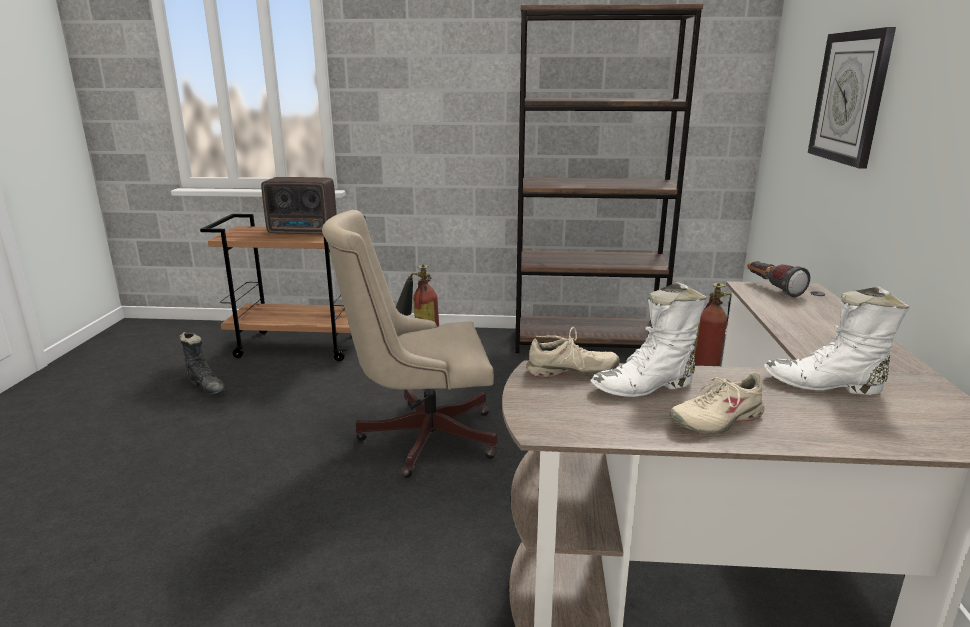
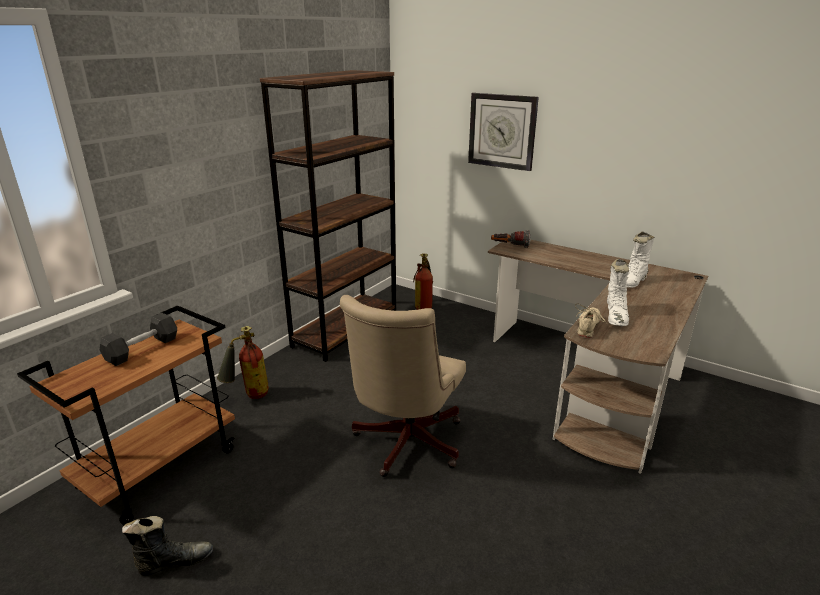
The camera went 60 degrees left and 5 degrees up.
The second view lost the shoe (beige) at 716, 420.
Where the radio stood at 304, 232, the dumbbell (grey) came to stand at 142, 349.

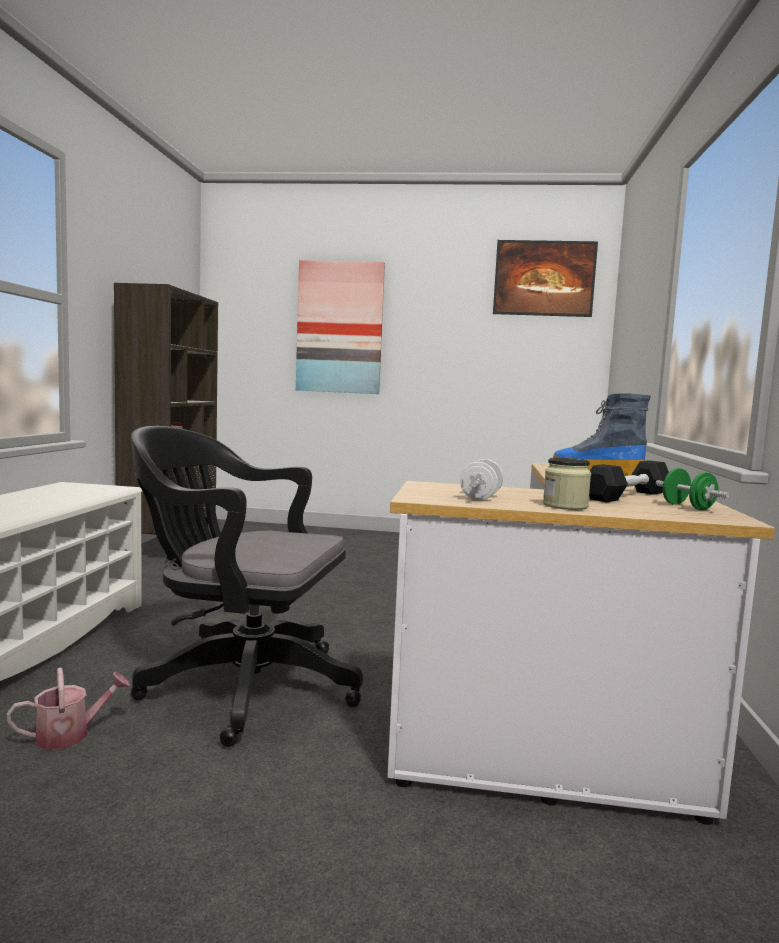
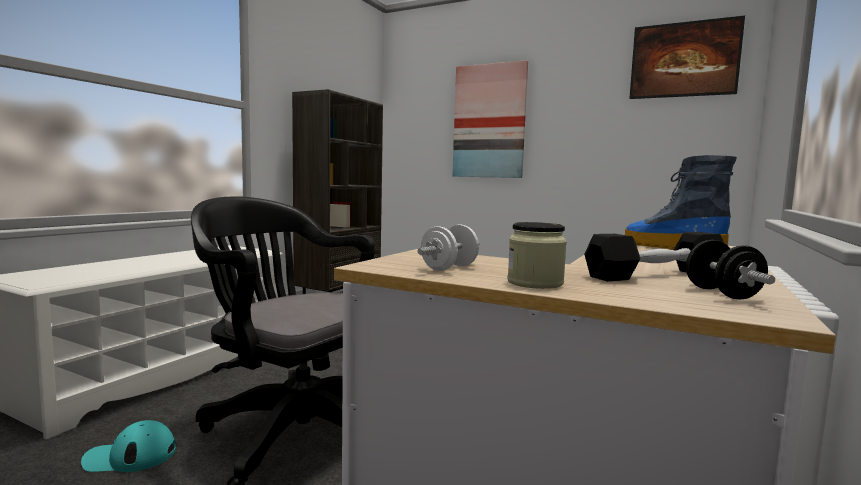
The camera went 20 degrees right and 0 degrees up.
Where the watering can stood at 70, 735, the cap (turquoise) came to stand at 130, 456.
What was the dumbbell (green) at 688, 507 turned into the dumbbell (black) at 722, 294.

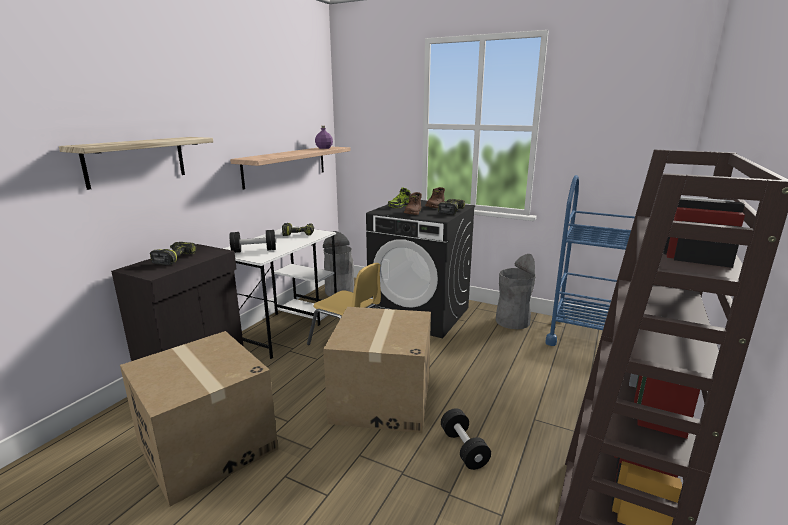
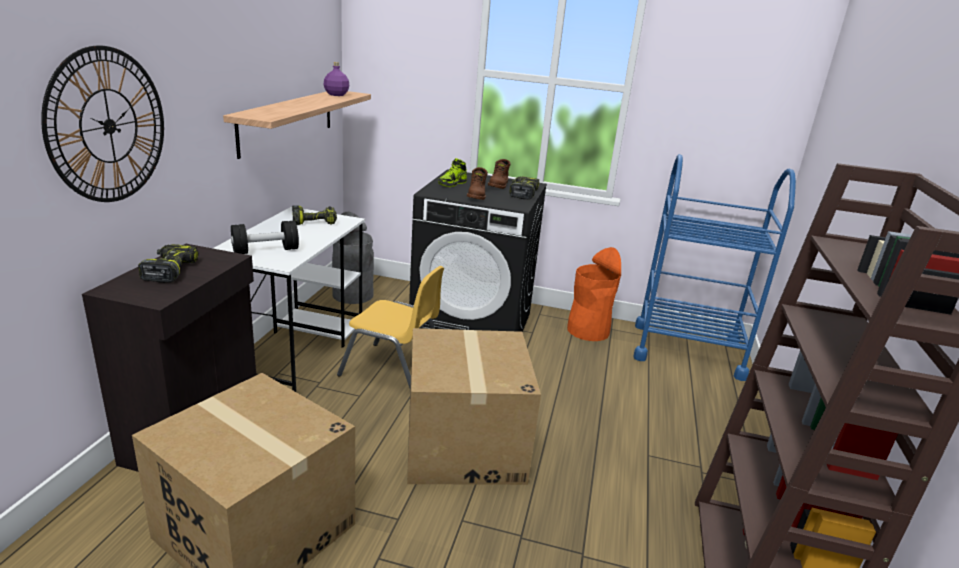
The camera went 15 degrees left and 5 degrees up.
The second view lost the dumbbell (black) at 464, 448.
Where the shelf hung at 136, 161, the wall clock came to hang at 109, 126.
What was the trash can (grey) at 512, 321 turned into the trash can (orange) at 588, 330.

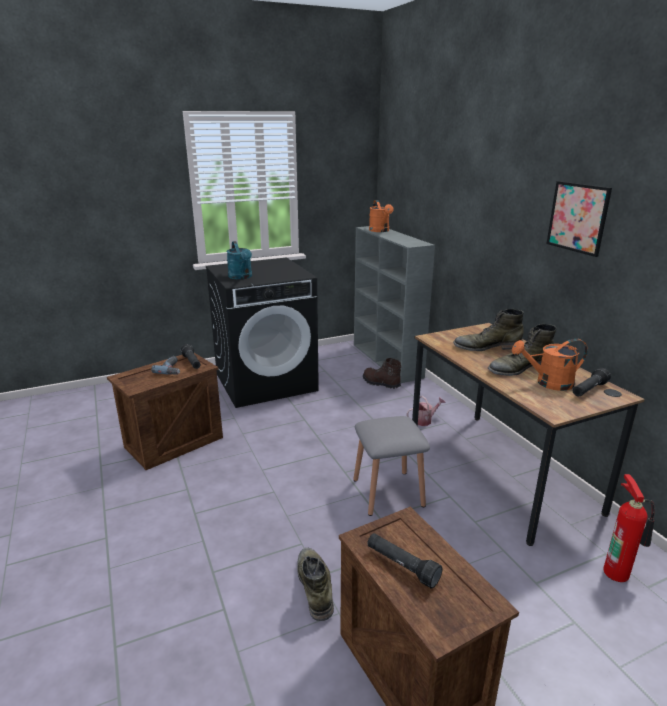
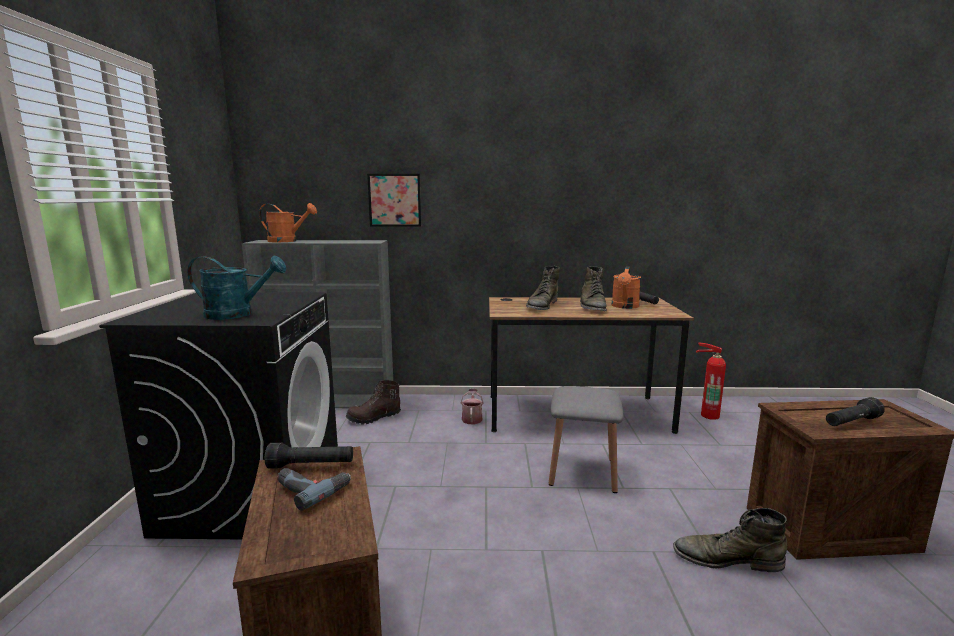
The camera went 65 degrees left and 10 degrees down.
The picture ended up elsewhere, having gone from 578, 217 to 394, 200.

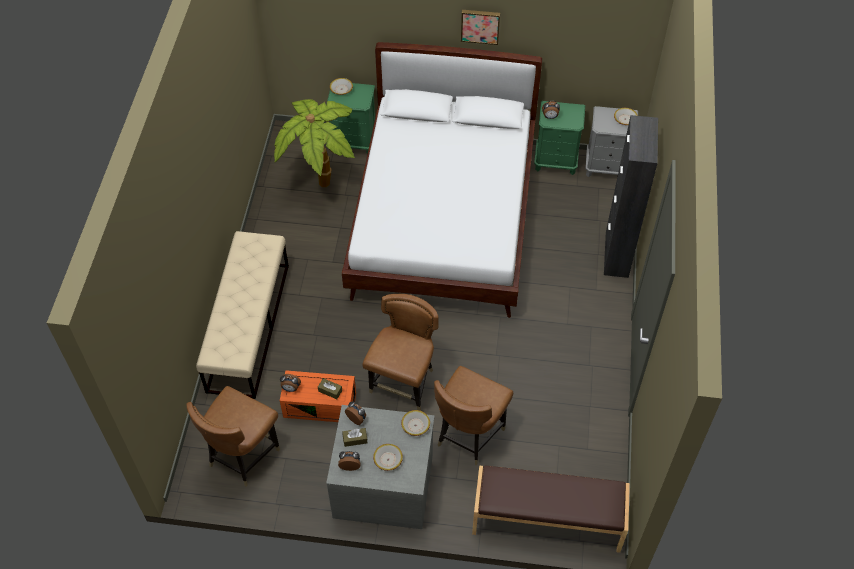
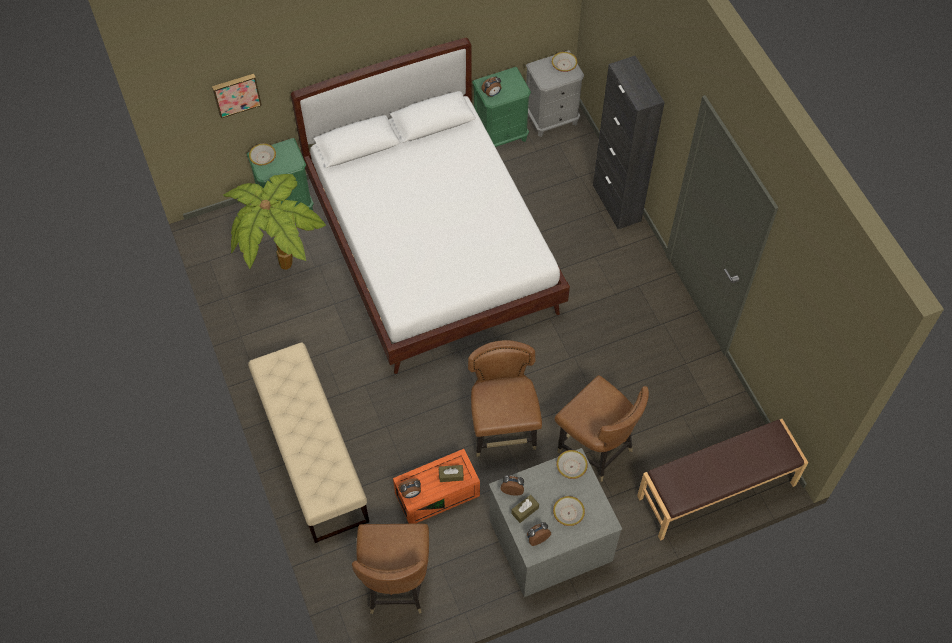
The camera went 30 degrees left and 5 degrees up.
The picture ended up elsewhere, having gone from 480, 25 to 236, 94.
The chair (brown) at 468, 435 ended up facing another way, 45 degrees counterclockwise from before.

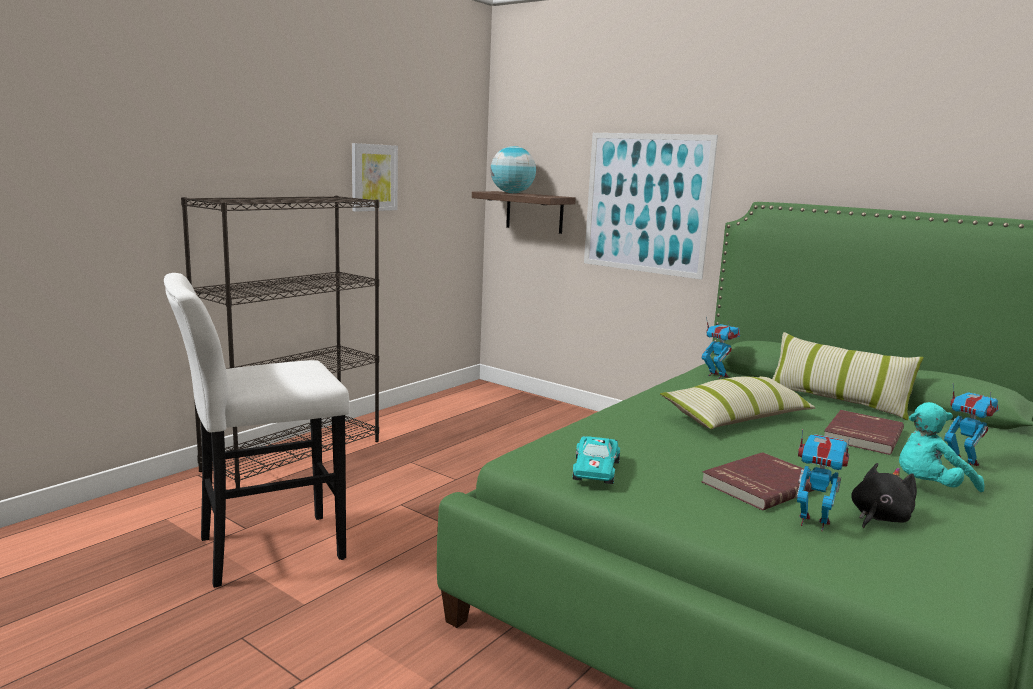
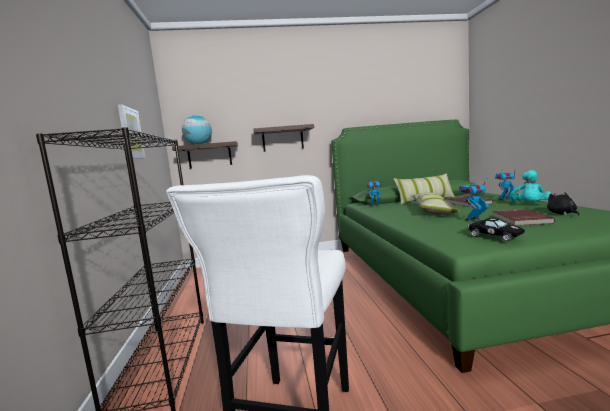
The camera went 45 degrees left and 5 degrees down.
The toy robot ended up elsewhere, having gone from 813, 523 to 473, 219.
Where the picture hung at 646, 203, the shelf came to hang at 282, 139.
What was the toy car (turquoise) at 595, 469 turned into the toy car (black) at 493, 236.

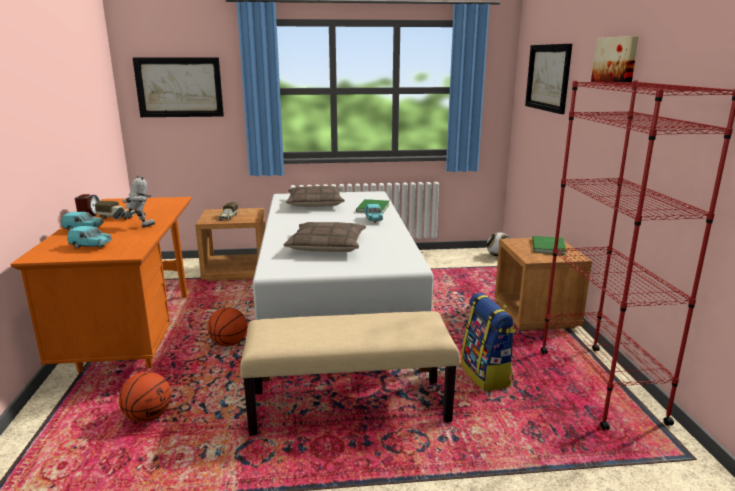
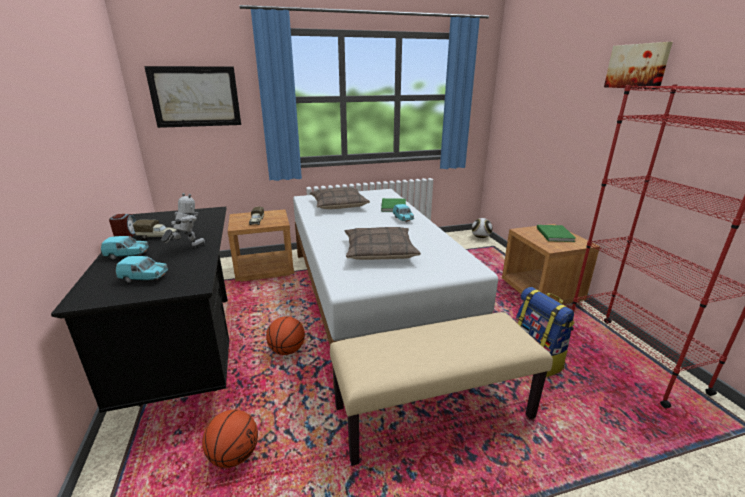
The camera went 10 degrees left and 5 degrees up.
The second view lost the picture at 548, 77.
What was the desk (orange) at 135, 336 turned into the desk (black) at 188, 352.

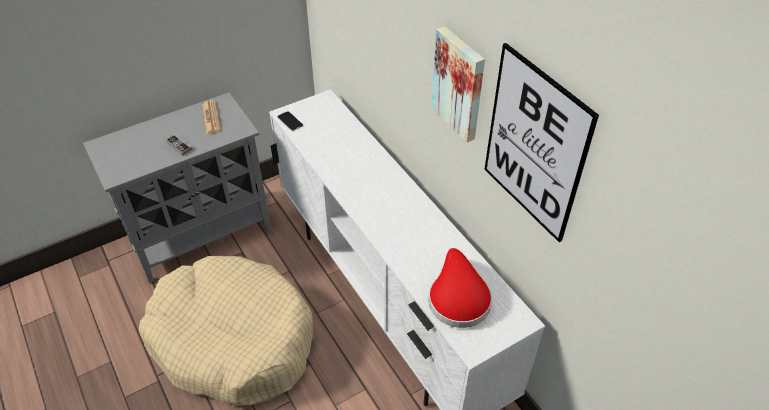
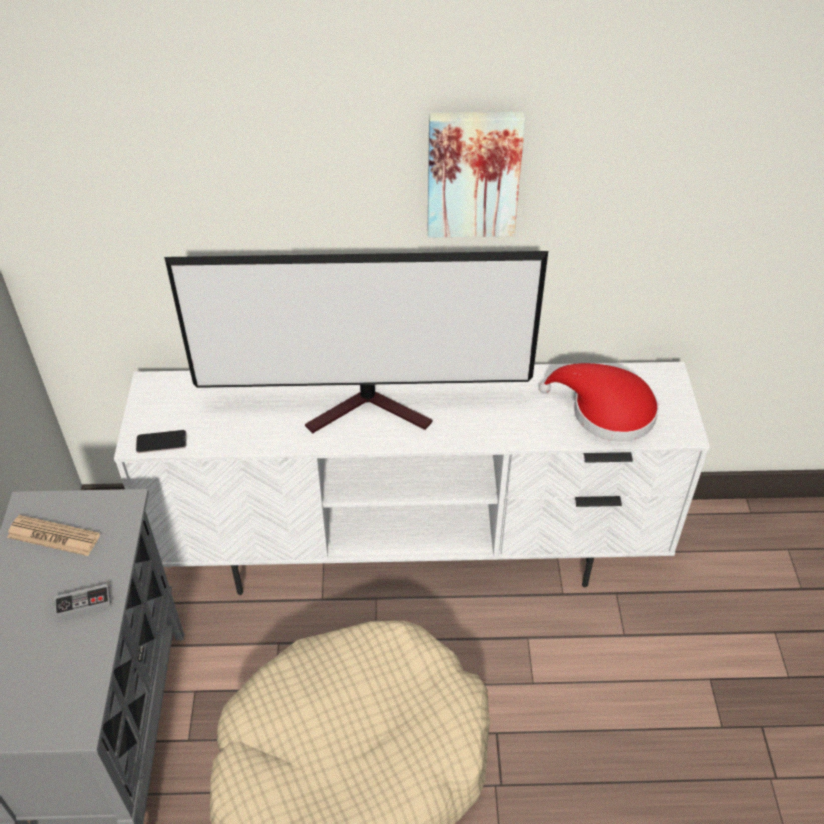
The camera went 60 degrees left and 0 degrees up.
The second view lost the picture at 534, 145.
The second view gained the television at 372, 410.

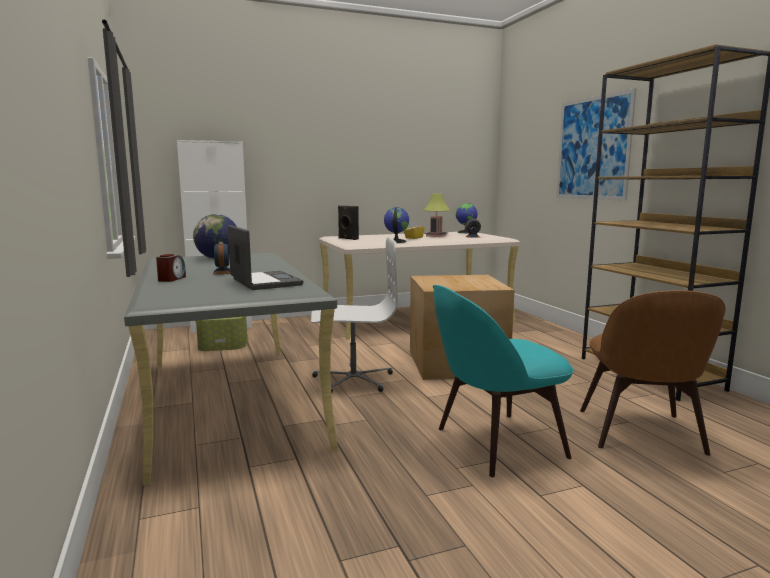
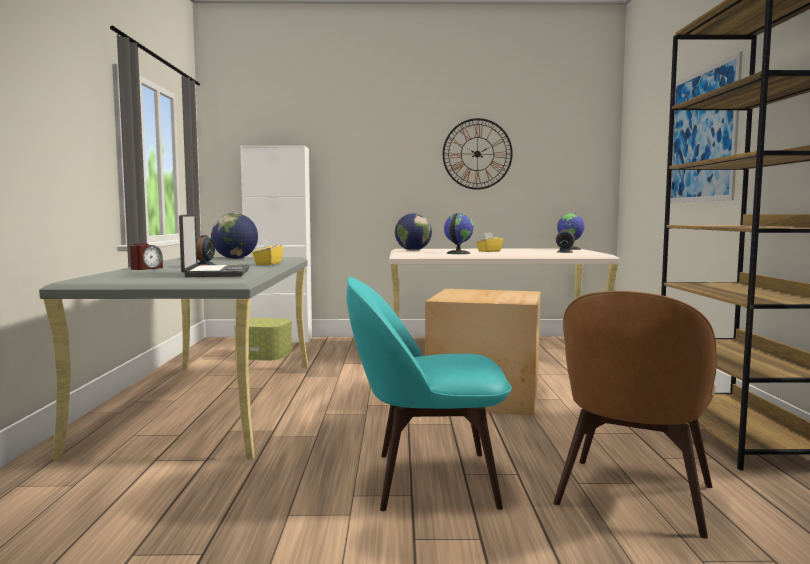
The camera went 20 degrees right and 5 degrees down.
The second view lost the office chair (white) at 353, 379.
The second view lost the table lamp at 436, 236.
The second view gained the tissue box (yellow) at 268, 264.
The second view gained the wall clock at 477, 154.
Where the speaker (black) stood at 347, 239, the globe came to stand at 413, 250.

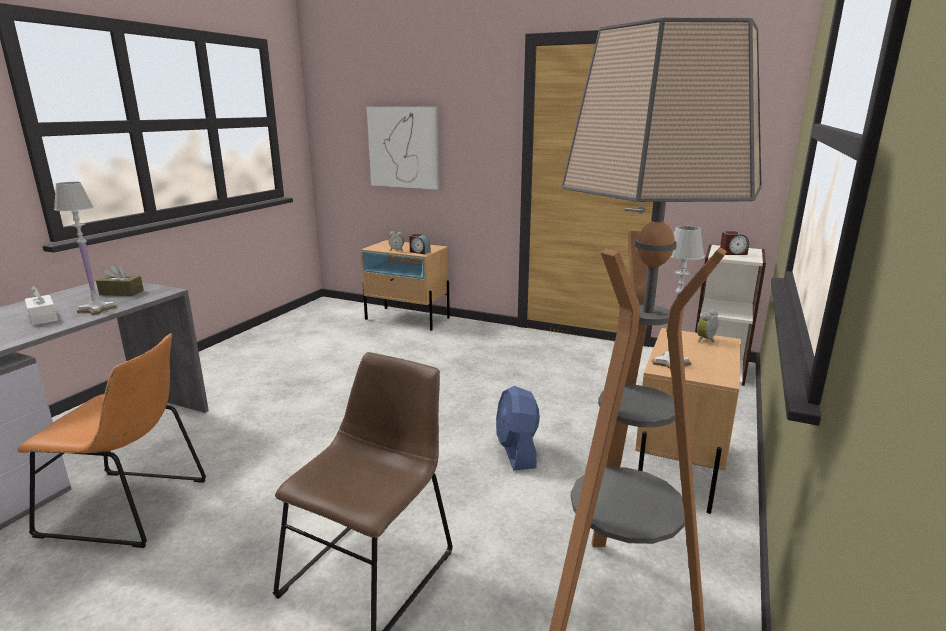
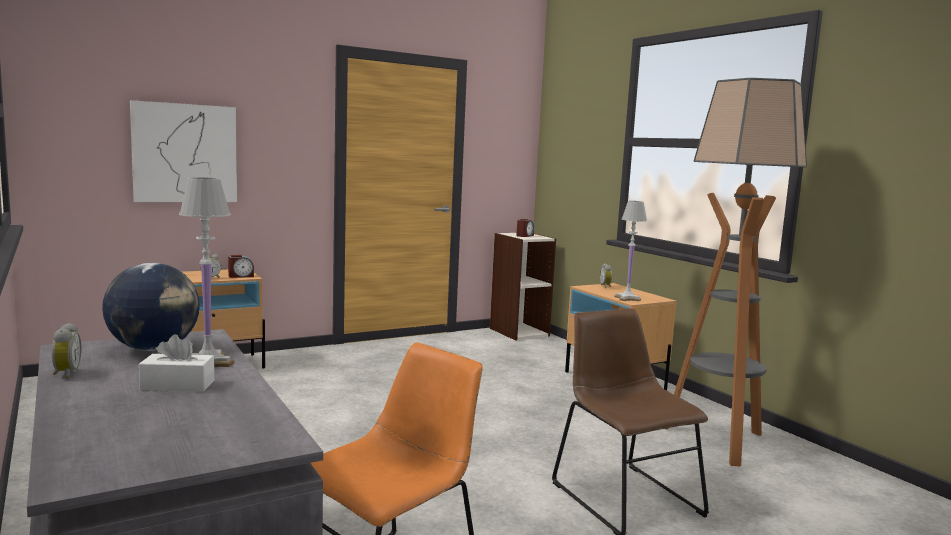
The camera went 55 degrees left and 10 degrees down.
The second view lost the fan (blue) at 516, 451.
The second view gained the alarm clock at 65, 374.
Where the tissue box (brown) stood at 121, 292, the globe came to stand at 154, 348.

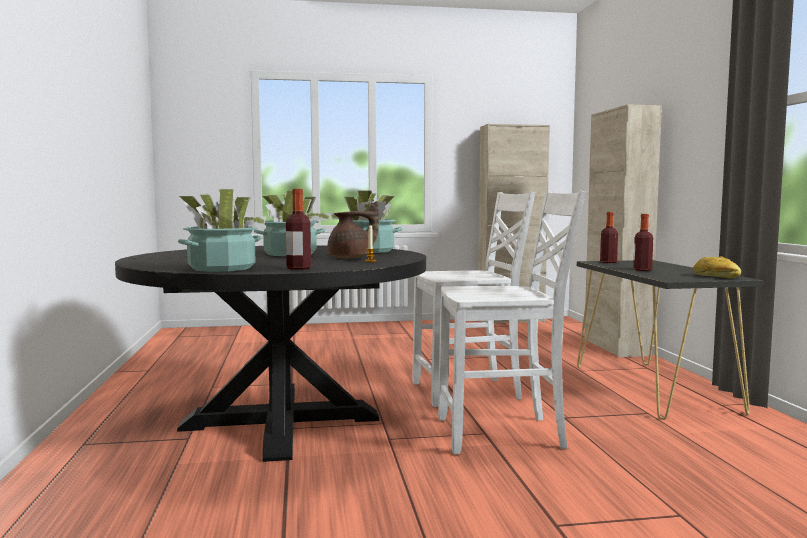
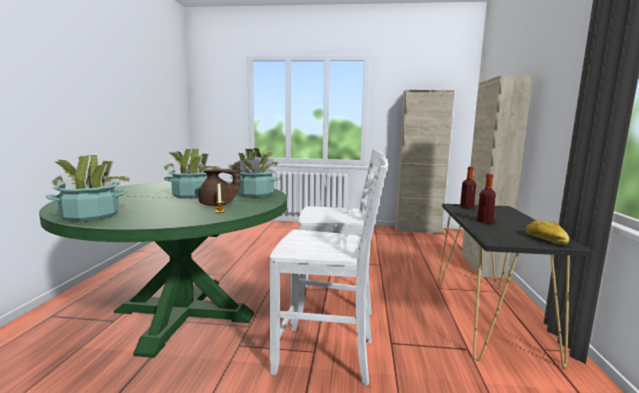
The camera went 15 degrees right and 5 degrees up.
The second view lost the bottle at 299, 268.
What was the dining table (black) at 281, 421 turned into the dining table (green) at 184, 313.

